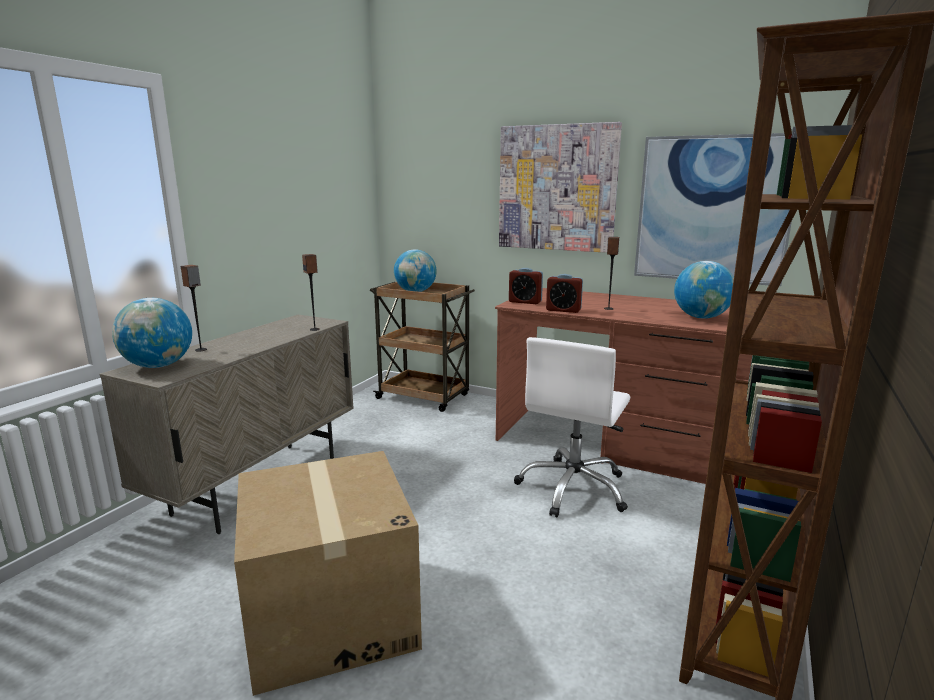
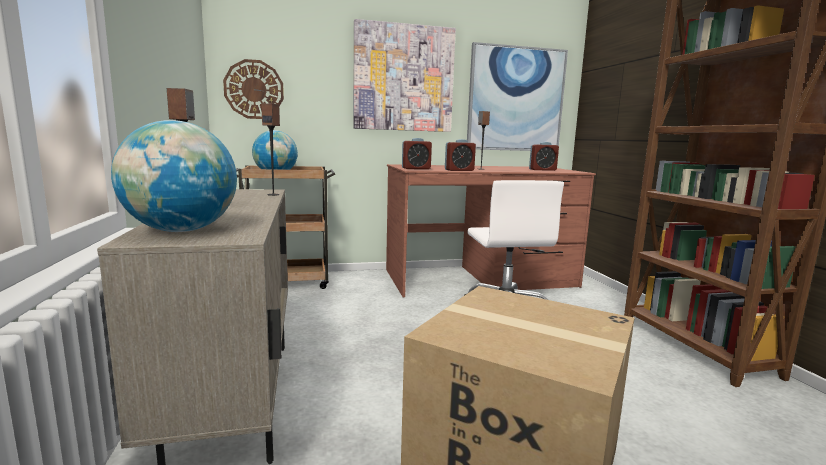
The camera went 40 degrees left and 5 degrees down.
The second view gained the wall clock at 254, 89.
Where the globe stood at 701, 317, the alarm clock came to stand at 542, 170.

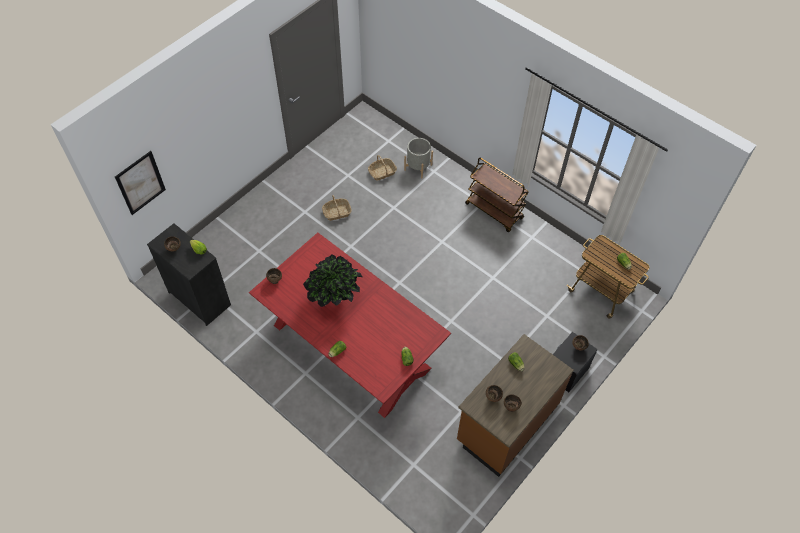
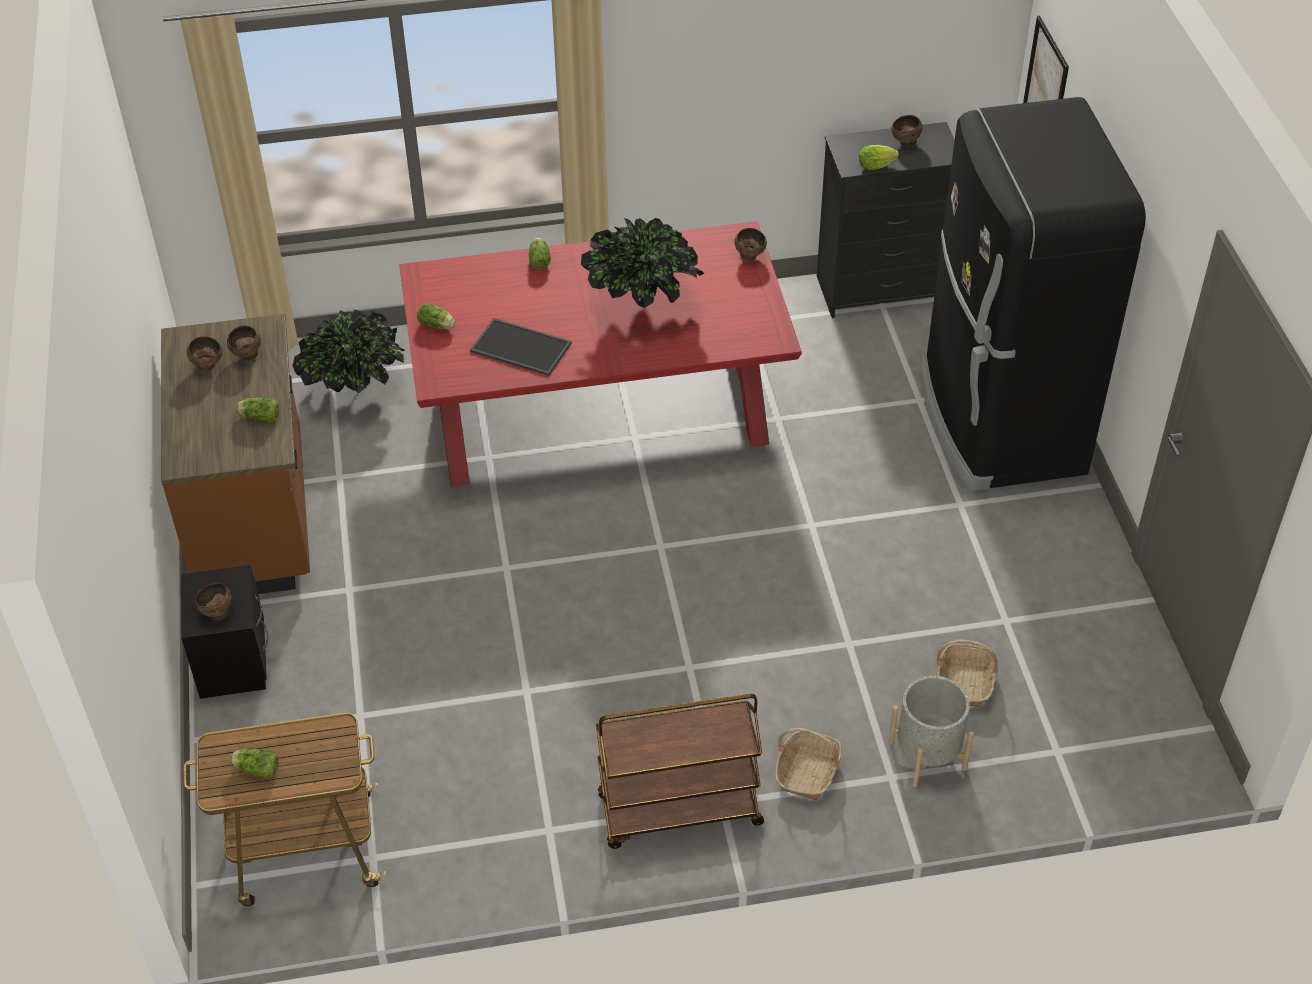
The camera went 130 degrees right and 10 degrees down.
The second view gained the potted plant at 356, 393.
The second view gained the tray at 519, 348.
The second view gained the fridge (black) at 998, 422.
The basket ended up elsewhere, having gone from 337, 213 to 808, 772.

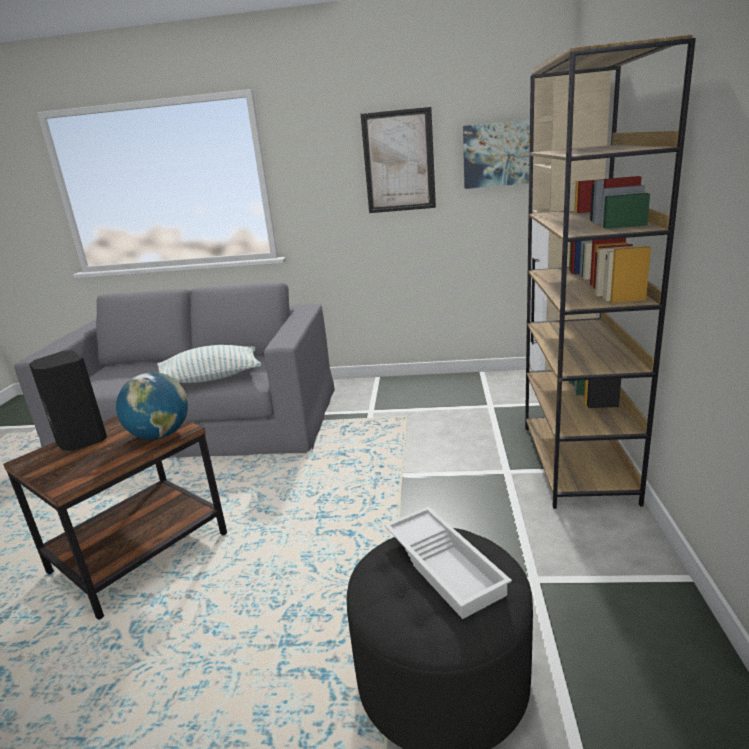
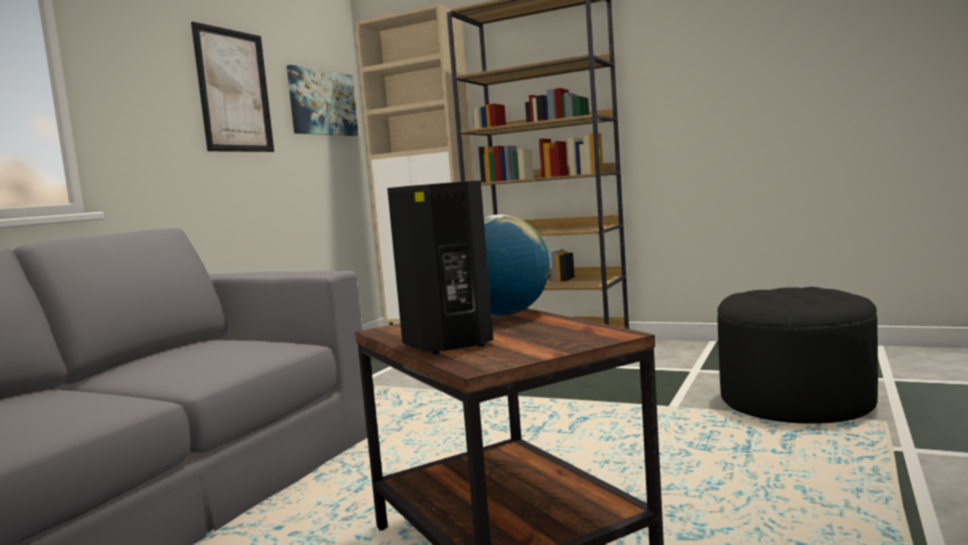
The camera went 70 degrees left and 15 degrees down.
The second view lost the pillow at 211, 378.
The second view lost the tray (white) at 446, 565.

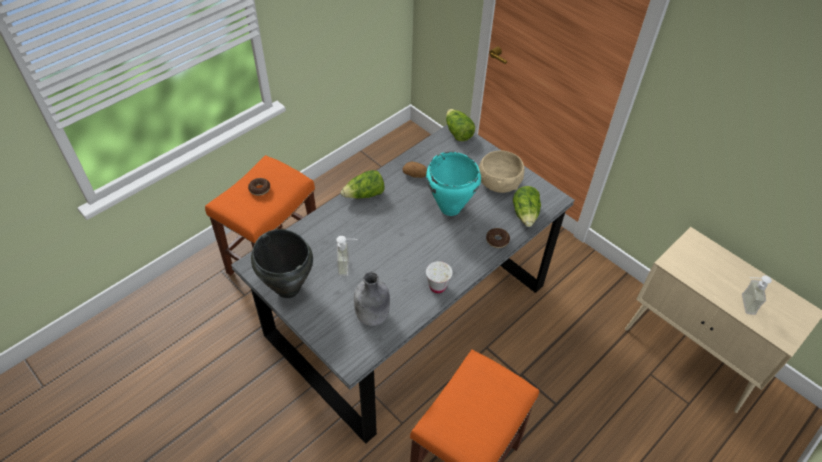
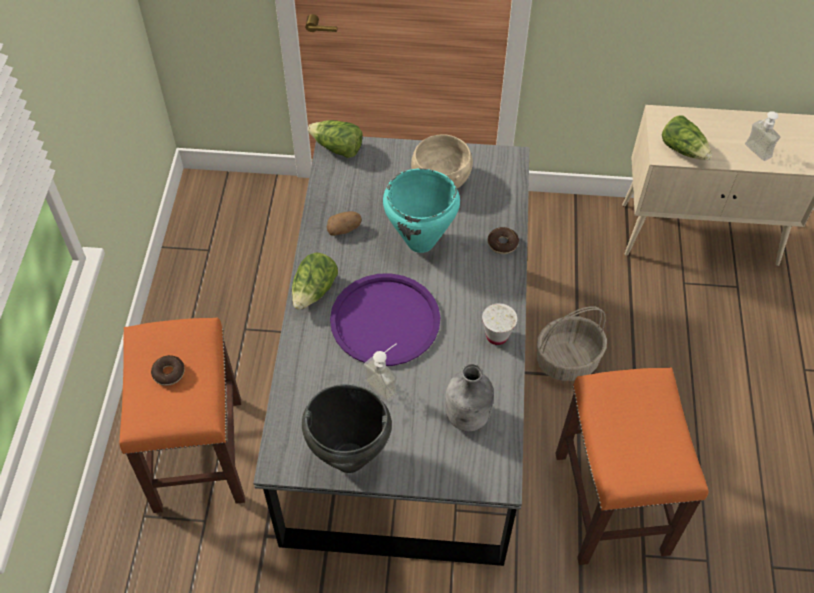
The camera went 40 degrees left and 5 degrees up.
The second view gained the tray (purple) at 385, 320.
The second view gained the basket at 567, 359.
The lettuce ended up elsewhere, having gone from 525, 214 to 683, 149.

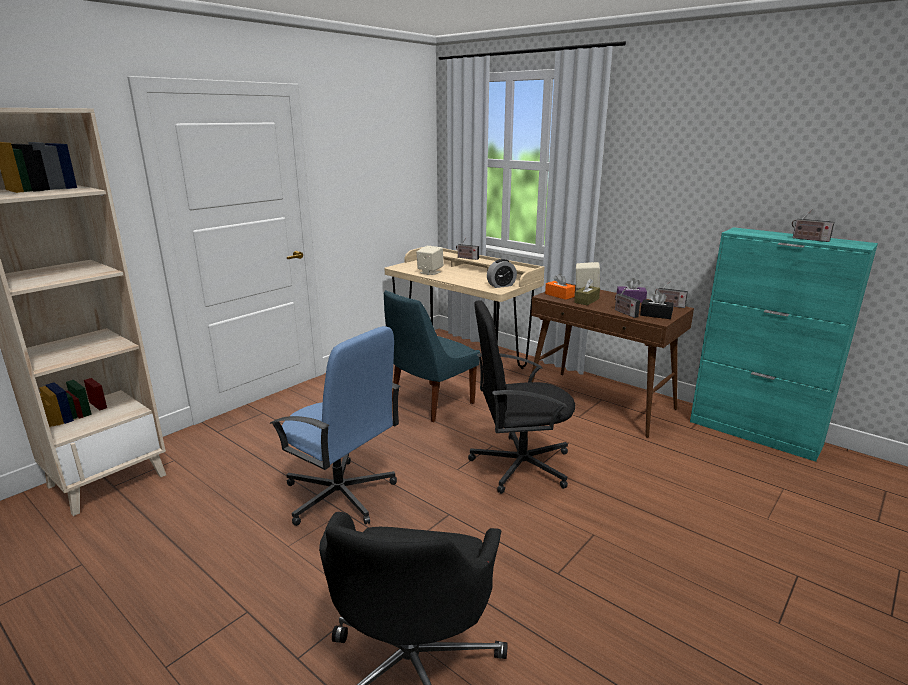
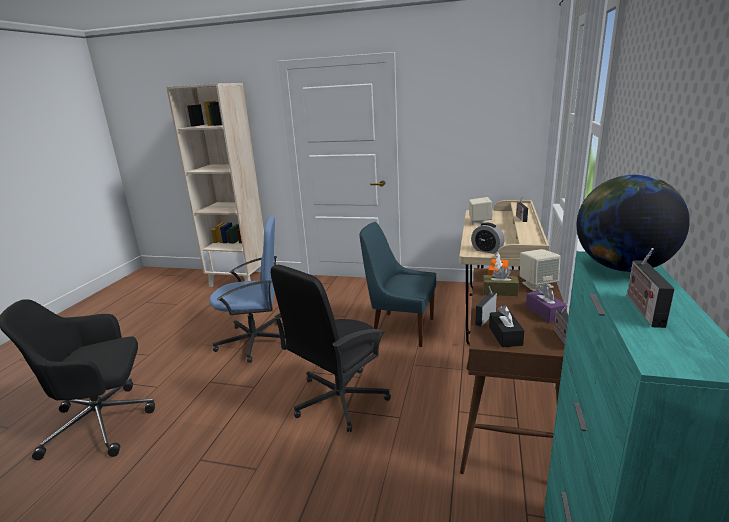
The camera went 65 degrees right and 0 degrees up.
The second view gained the globe at 621, 267.
The office chair (blue) at 340, 495 ended up facing another way, 105 degrees counterclockwise from before.
The office chair (black) at 519, 465 ended up facing another way, 105 degrees counterclockwise from before.

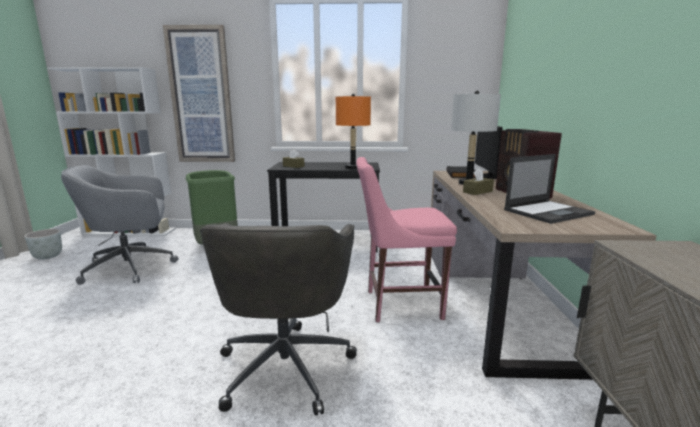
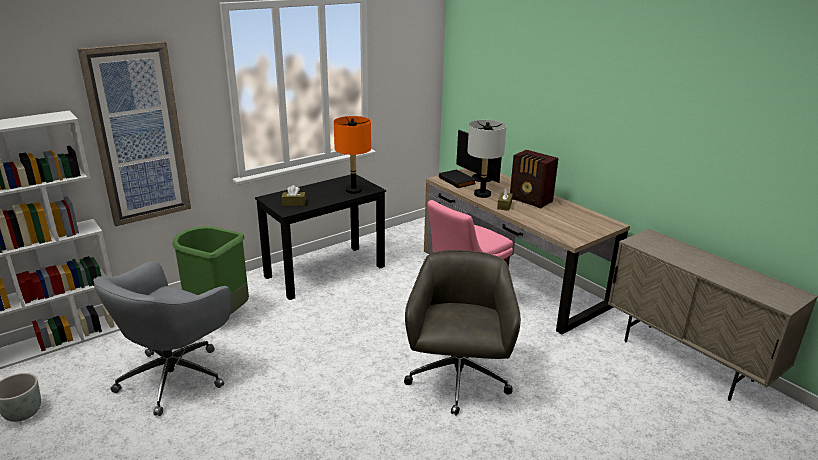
The camera went 40 degrees left and 10 degrees up.
The second view lost the laptop at 548, 212.
The office chair (grey) at 286, 364 ended up facing another way, 135 degrees counterclockwise from before.

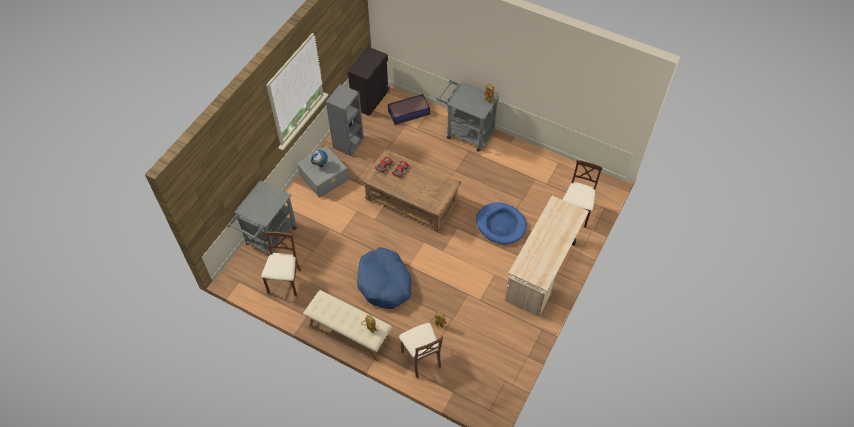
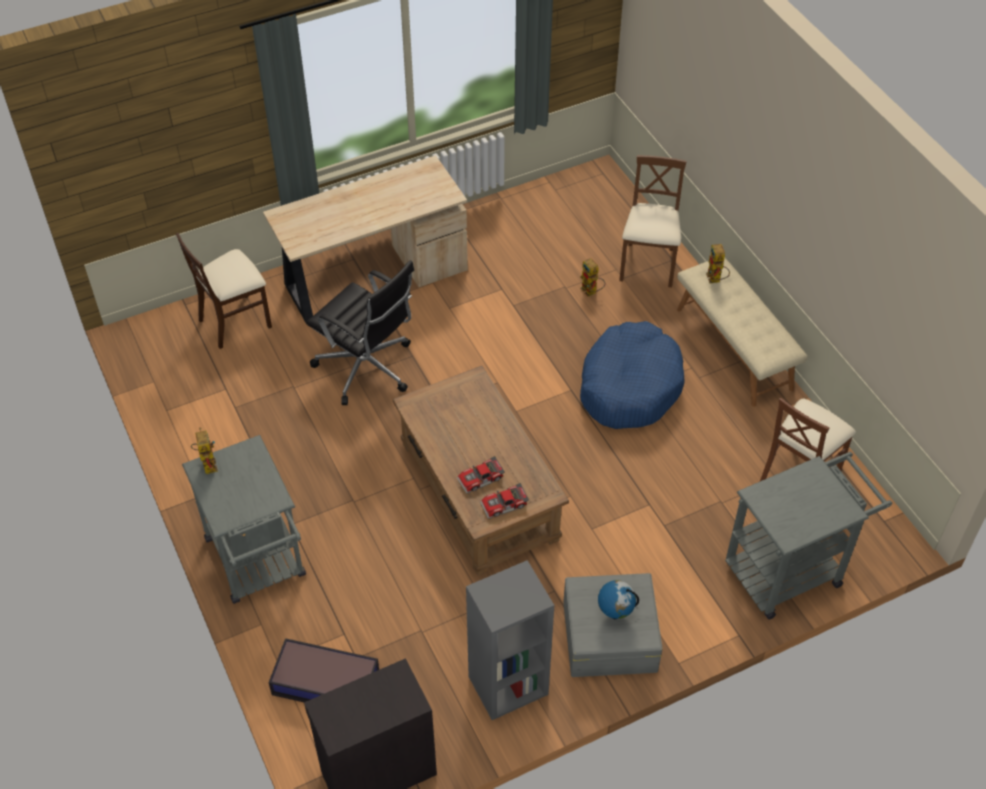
The camera went 145 degrees left and 5 degrees down.
Where the dog bed (blue) stood at 501, 224, the office chair (black) came to stand at 367, 369.

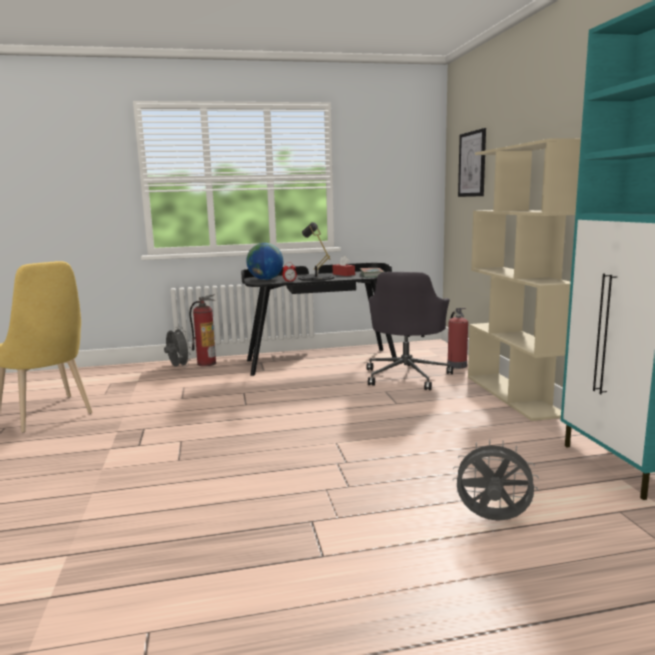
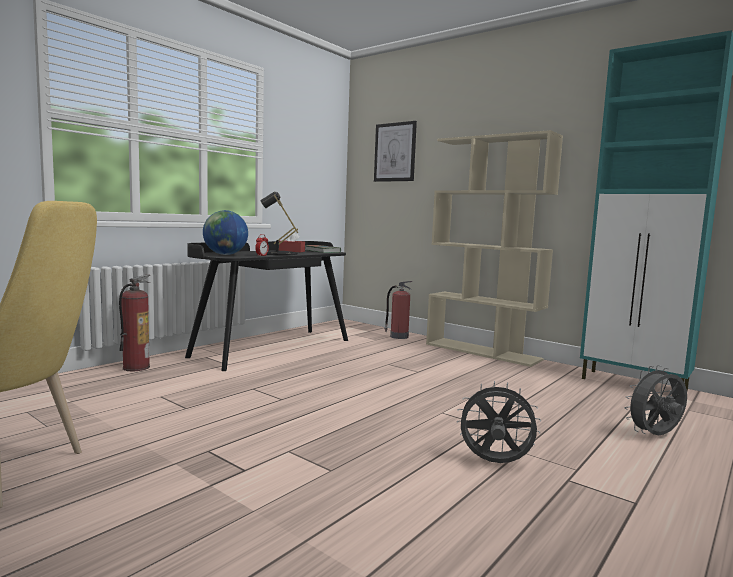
The camera went 40 degrees left and 5 degrees down.
The second view lost the office chair (grey) at 406, 376.
The fan (grey) ended up elsewhere, having gone from 178, 367 to 494, 463.

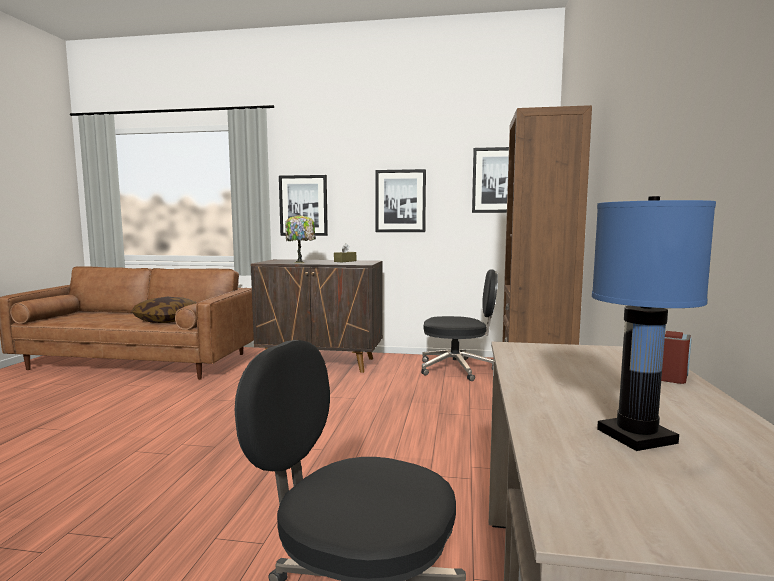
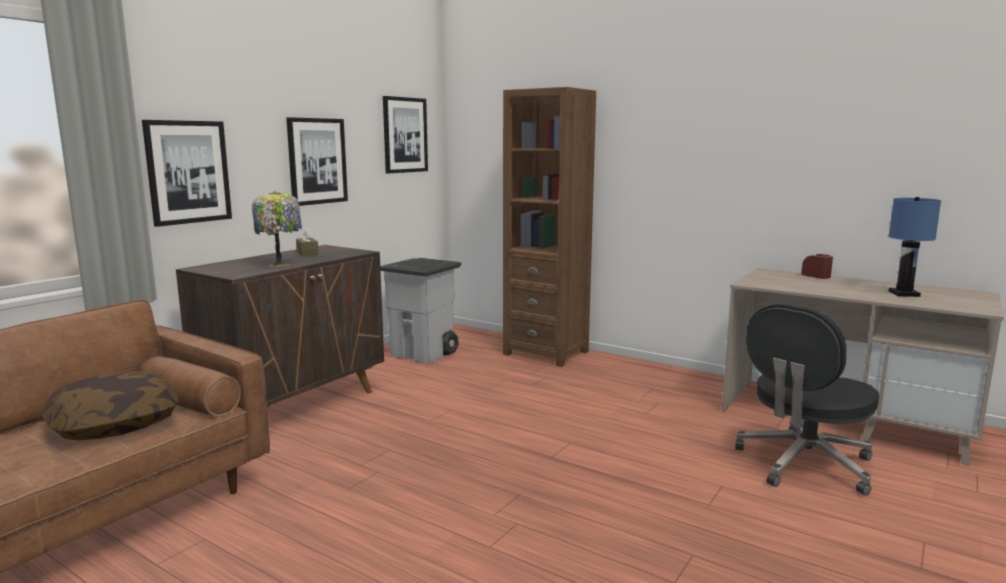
The camera went 65 degrees left and 5 degrees up.
Where the office chair (black) stood at 458, 369, the trash can (grey) came to stand at 424, 354.

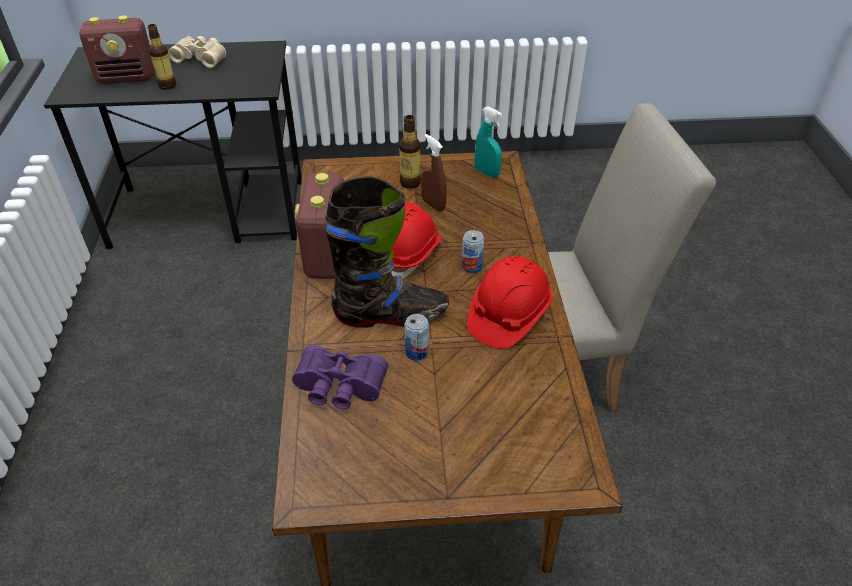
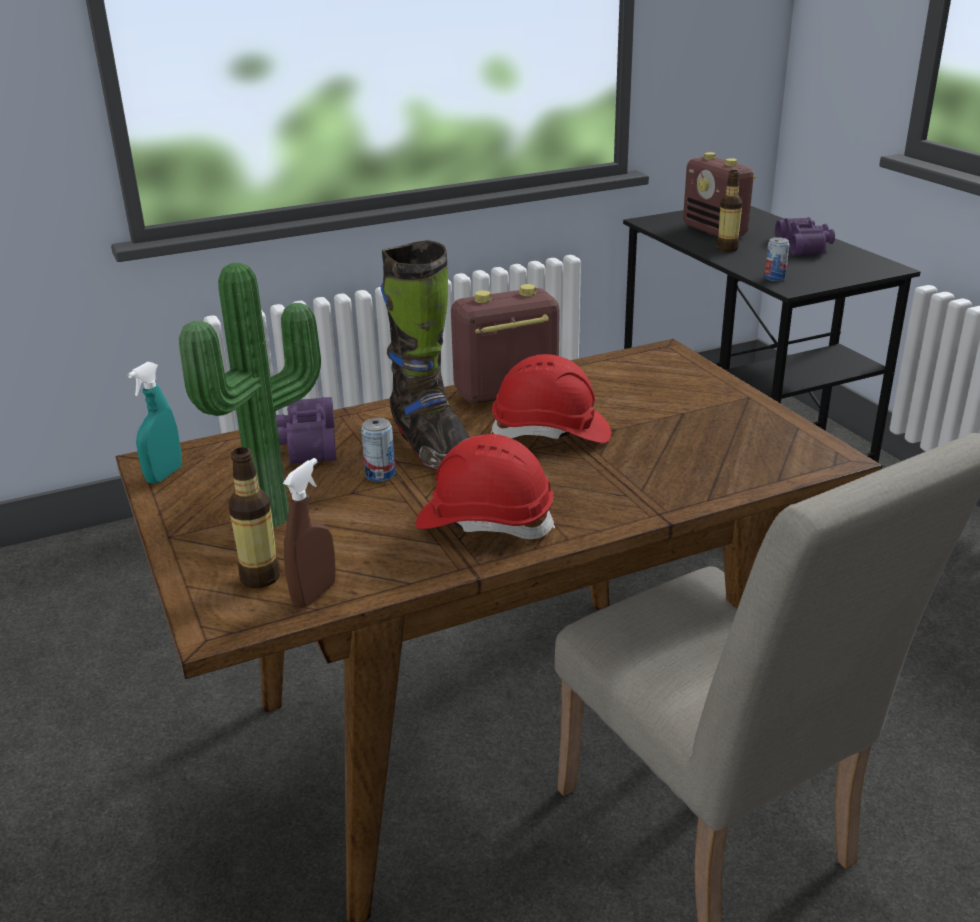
The camera went 70 degrees right and 15 degrees down.
The second view gained the potted plant at 277, 520.
The bottle ended up elsewhere, having gone from 410, 183 to 260, 577.
The spray bottle (brown) ended up elsewhere, having gone from 433, 205 to 314, 594.
The can ended up elsewhere, having gone from 471, 266 to 774, 278.
The spray bottle (turquoise) ended up elsewhere, having gone from 487, 172 to 164, 475.
What was the binoculars (beige) at 201, 58 turned into the binoculars (purple) at 805, 246.

